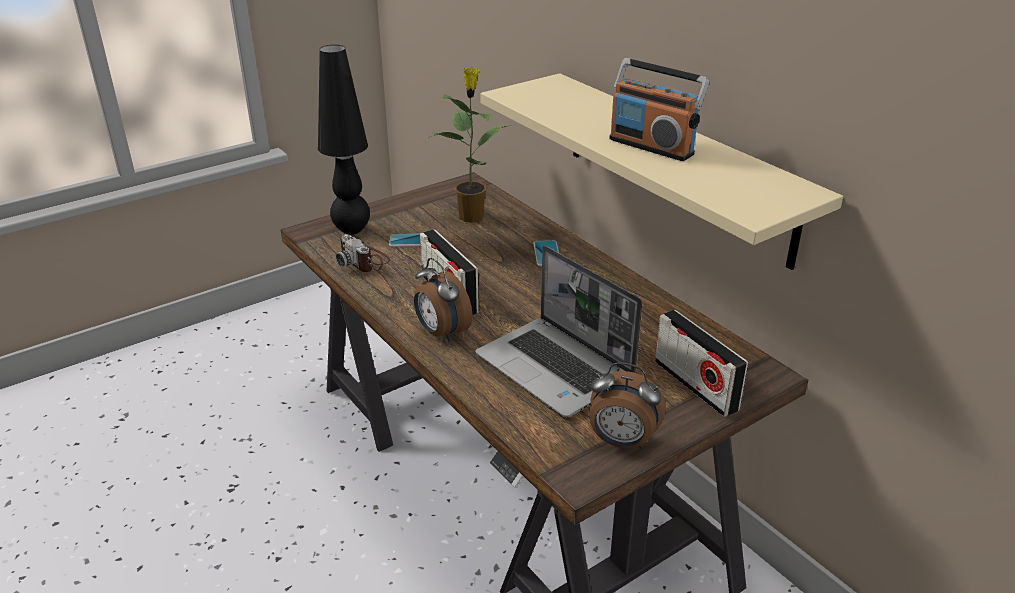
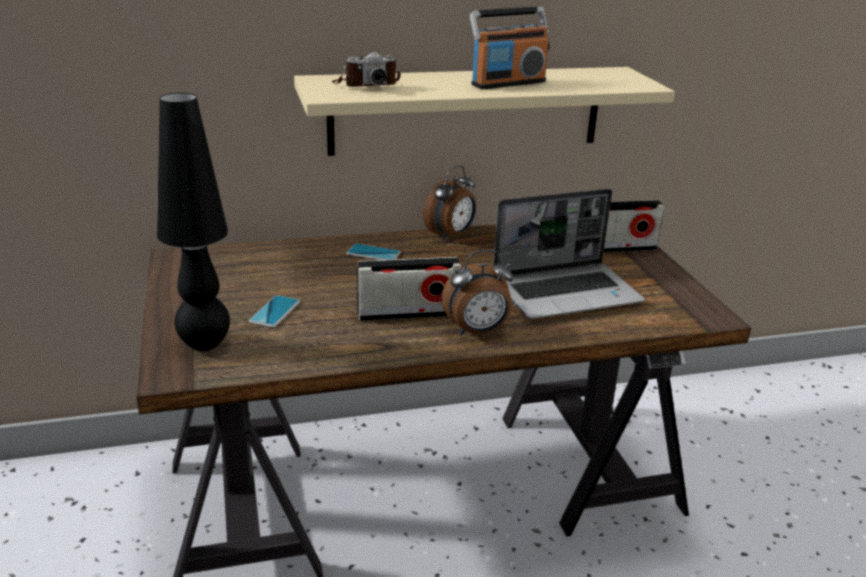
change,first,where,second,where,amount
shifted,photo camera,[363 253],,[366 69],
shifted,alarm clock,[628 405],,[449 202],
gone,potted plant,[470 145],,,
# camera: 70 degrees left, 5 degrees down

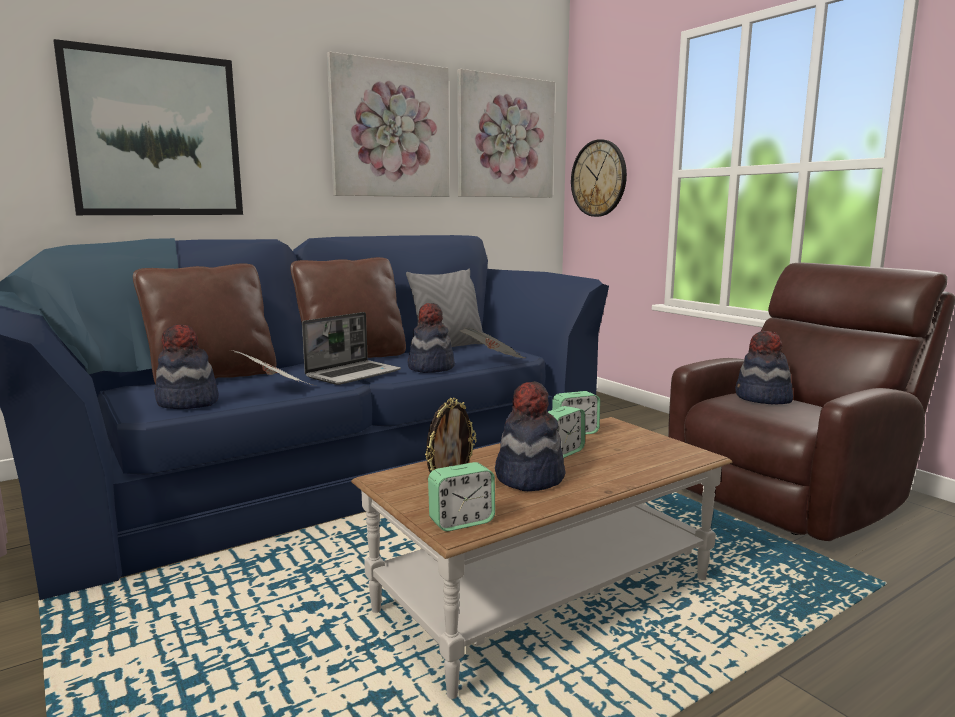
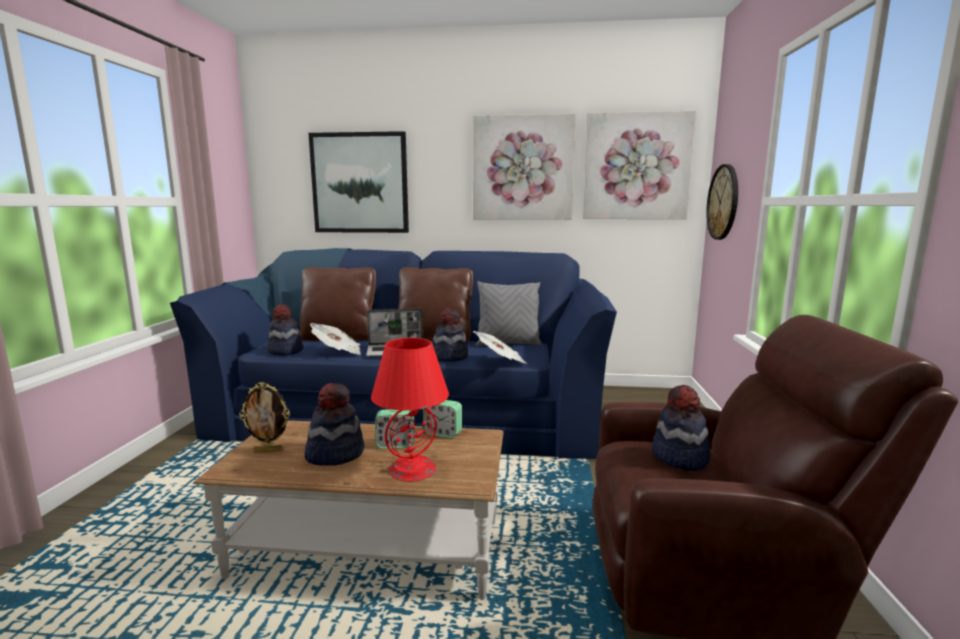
change,first,where,second,where,amount
new,,,red table lamp,[410 410],
gone,alarm clock,[461 496],,,
# camera: 40 degrees right, 0 degrees up

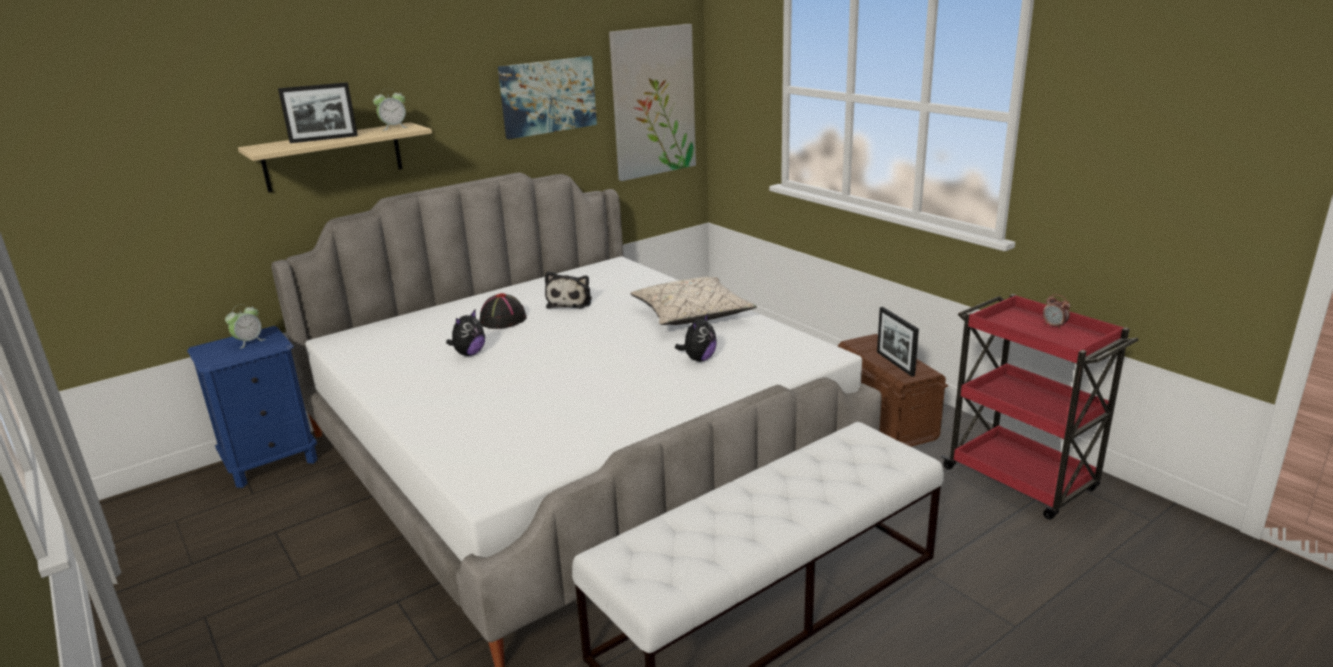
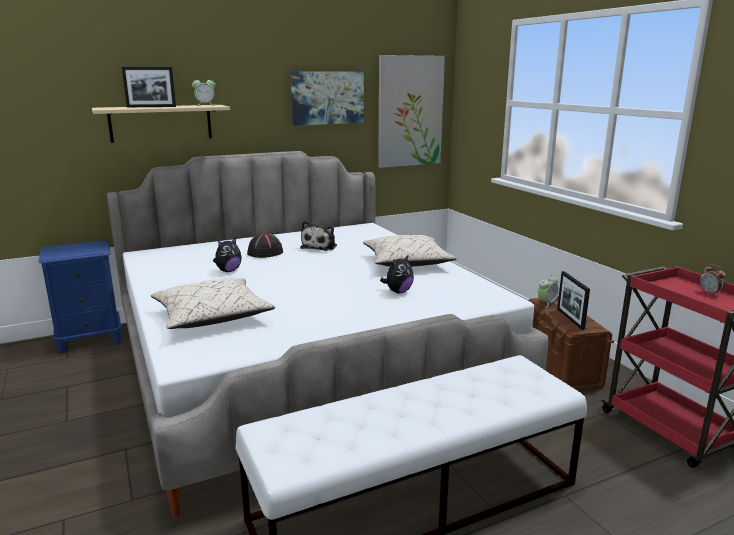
change,first,where,second,where,amount
new,,,beige pillow,[213 303],
shifted,alarm clock,[245 326],,[548 291],
# camera: 10 degrees right, 5 degrees down

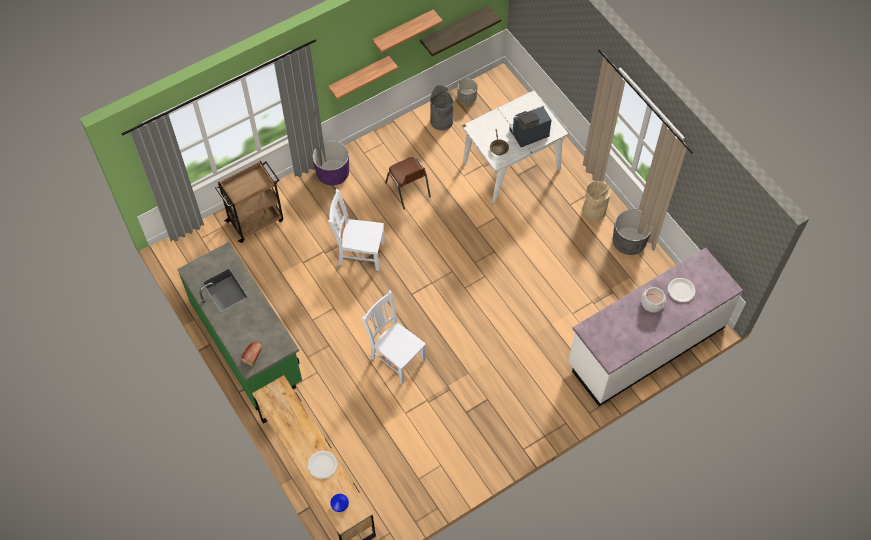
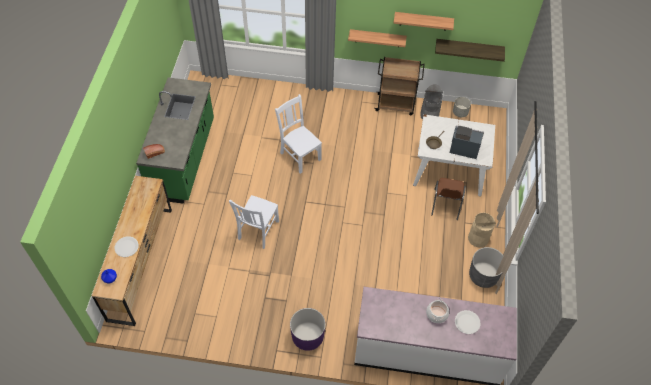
change,first,where,second,where,amount
rotated,white chair,[394 337],,[254 222],150 degrees counterclockwise
shifted,purple planter,[330 163],,[308 329],
shifted,brown cart,[249 202],,[399 86],
shifted,brown chair,[408 183],,[448 199],
# camera: 40 degrees right, 5 degrees down

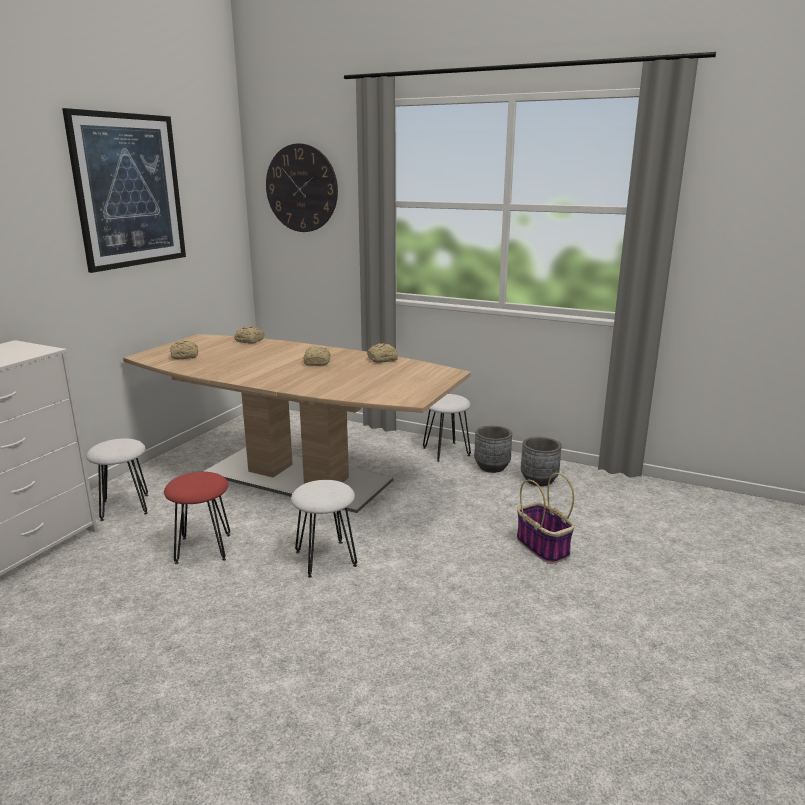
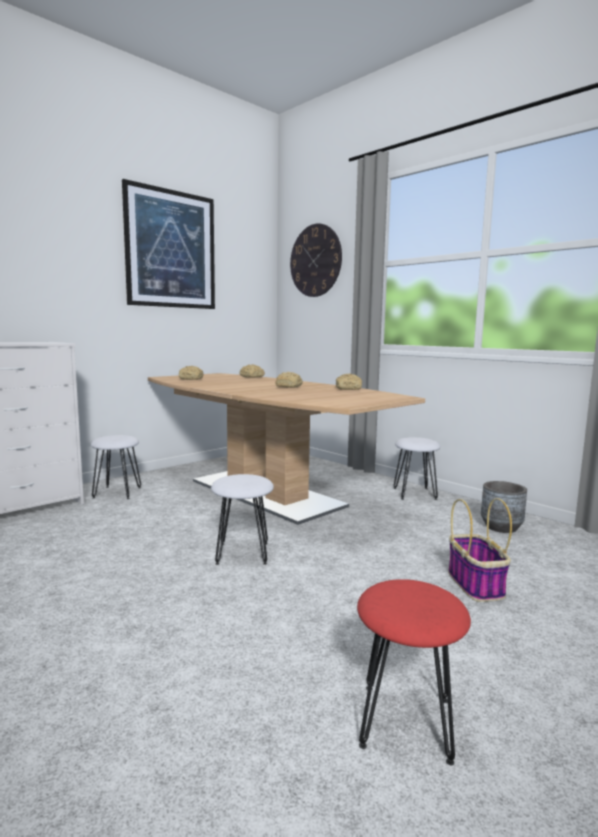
change,first,where,second,where,amount
shifted,red stool,[197 518],,[414 672],
gone,grey planter,[493 449],,,
# camera: 20 degrees right, 10 degrees down

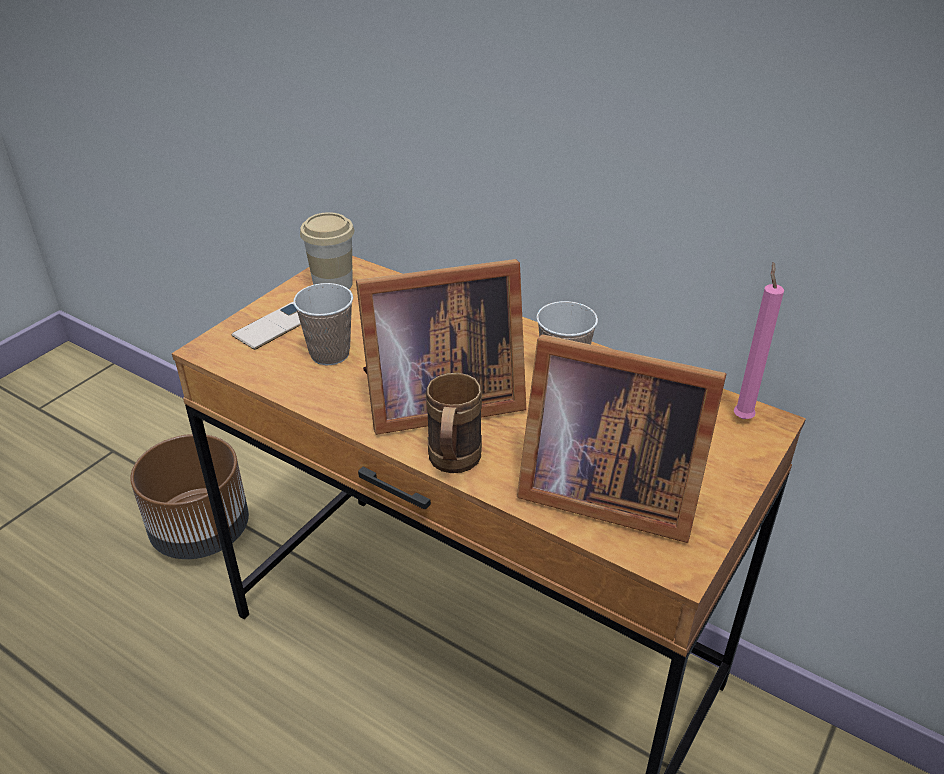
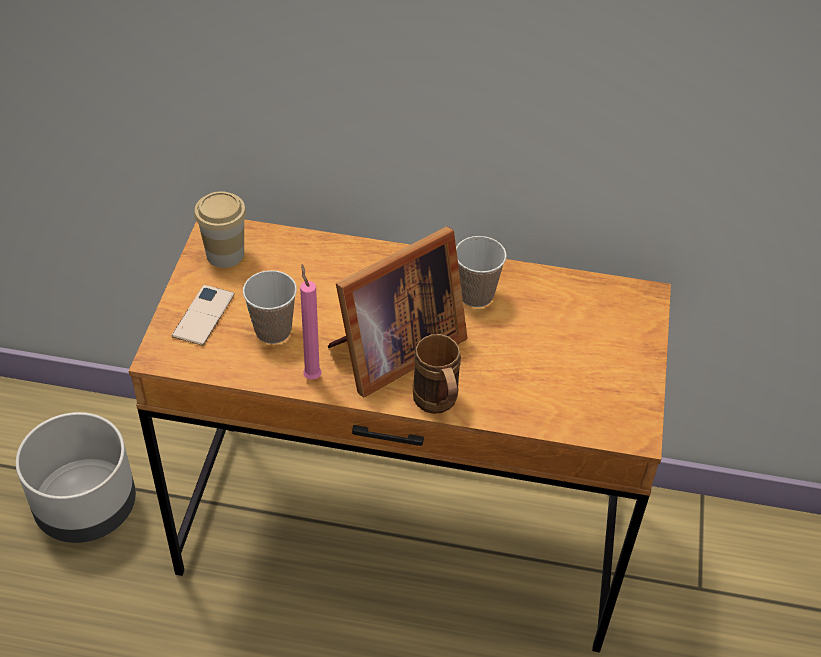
change,first,where,second,where,amount
repainted,brown planter,[189 496],grey planter,[76 477],
shifted,pink candle,[759 340],,[310 321],
gone,picture frame,[621 438],,,
# camera: 25 degrees left, 10 degrees up

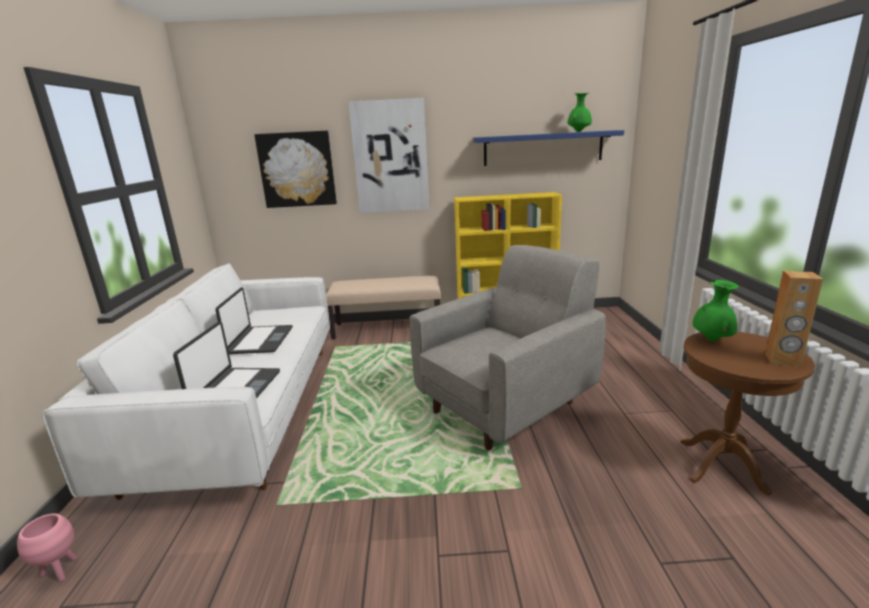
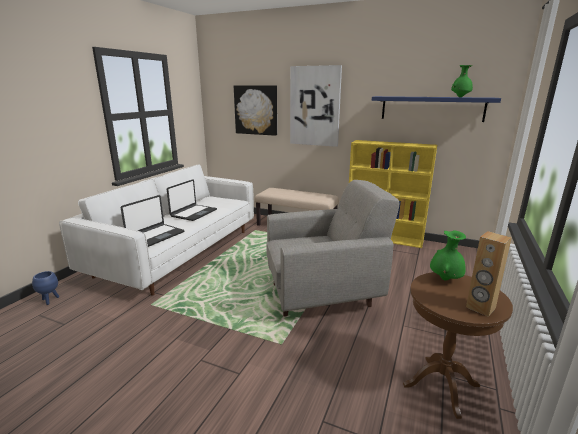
change,first,where,second,where,amount
repainted,pink planter,[46 547],blue planter,[45 288],
# camera: 25 degrees right, 0 degrees up

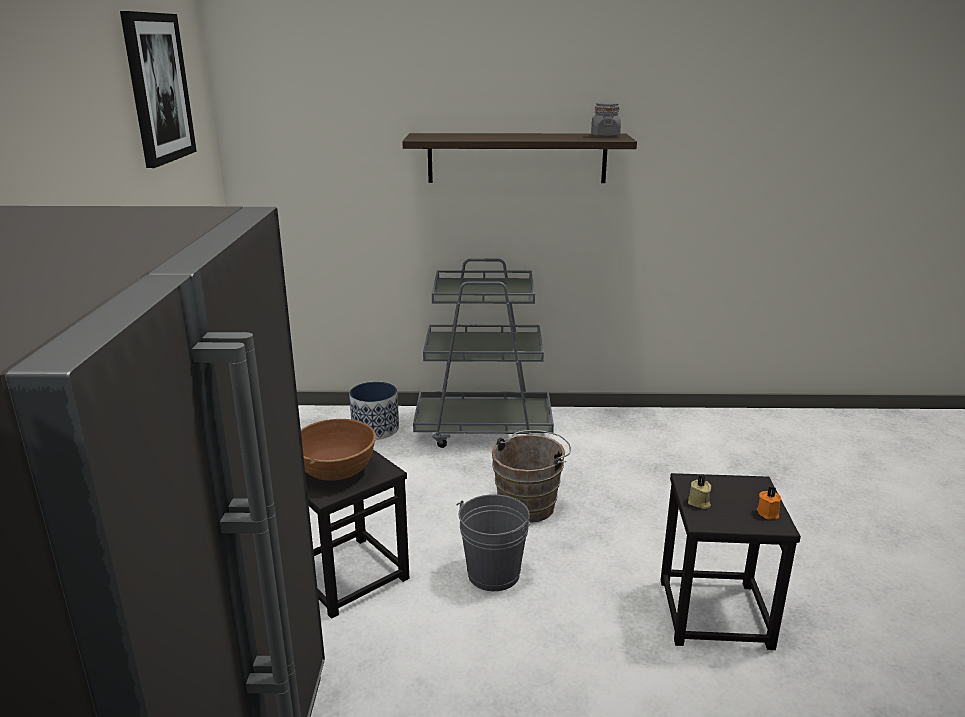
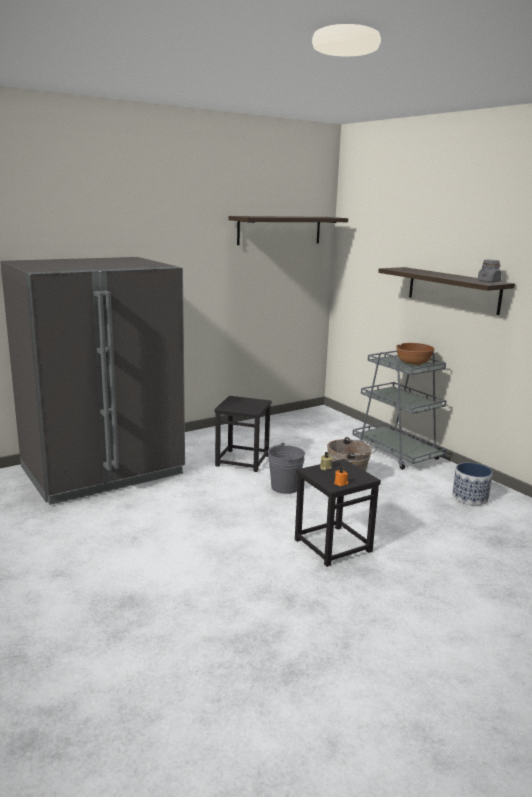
change,first,where,second,where,amount
swapped,picture,[158 89],shelf,[288 230],
shifted,brown bowl,[338 450],,[415 354],
shifted,planter,[374 411],,[472 484],
# camera: 55 degrees right, 5 degrees down

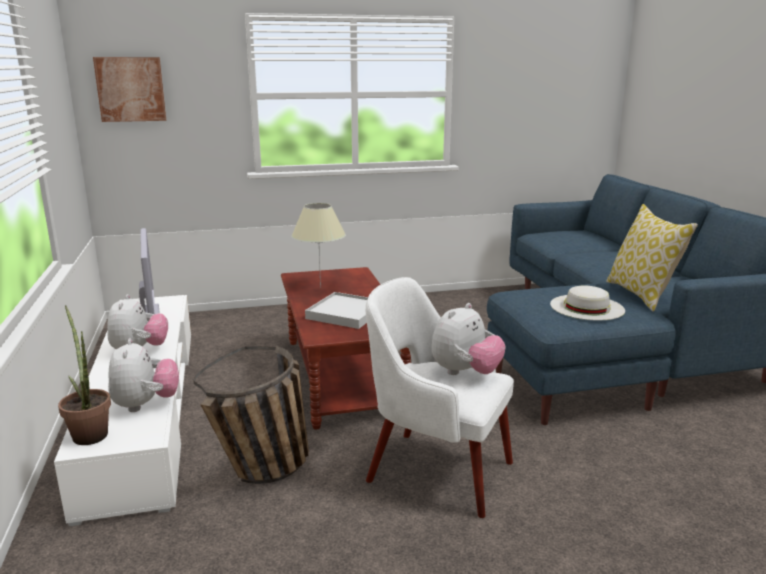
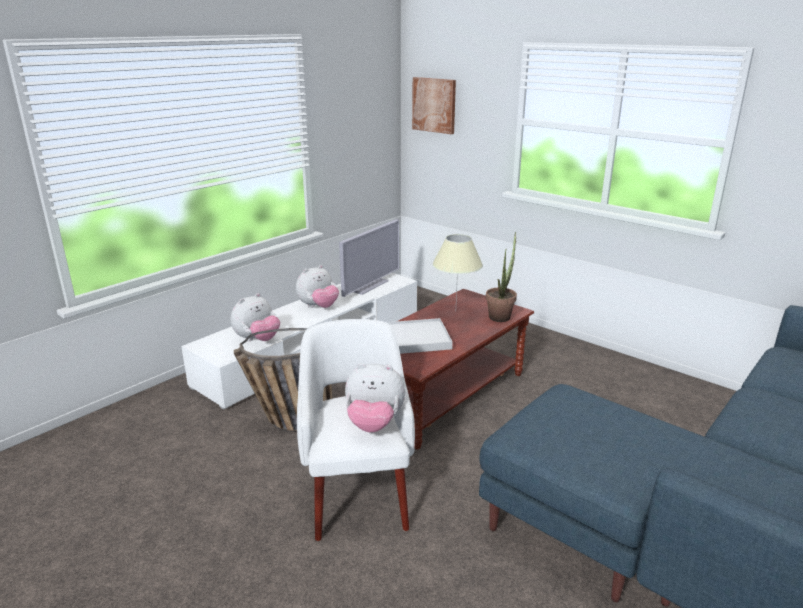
change,first,where,second,where,amount
shifted,potted plant,[84 375],,[501 277],
gone,white hat,[587 303],,,
gone,pillow,[652 258],,,
# camera: 55 degrees right, 5 degrees up

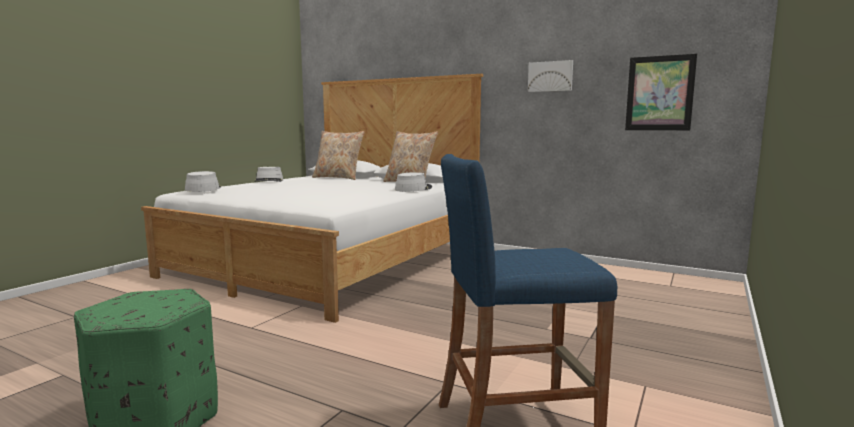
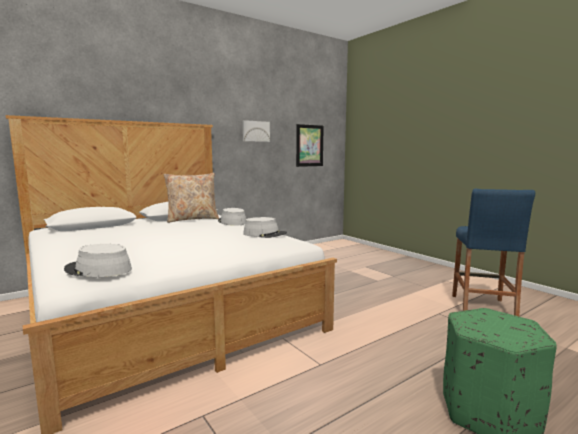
change,first,where,second,where,amount
shifted,grey hat,[268 174],,[265 227],
gone,beige pillow,[338 155],,,
# camera: 65 degrees left, 0 degrees up

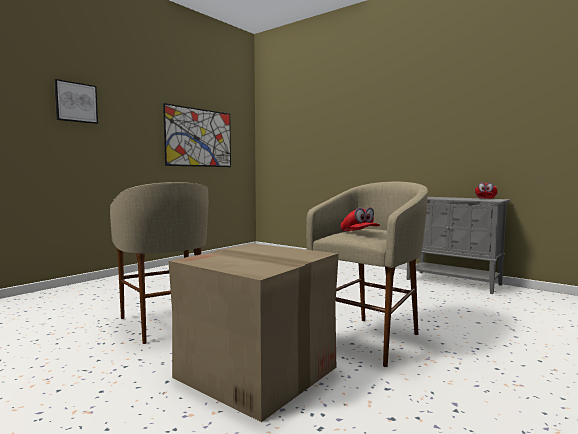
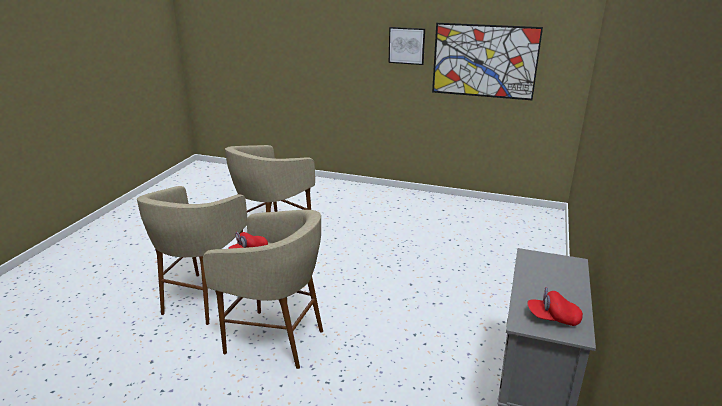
change,first,where,second,where,amount
swapped,cardboard box,[254 332],beige stool,[192 255],
shifted,picture,[76 101],,[407 46],
# camera: 70 degrees right, 20 degrees up

